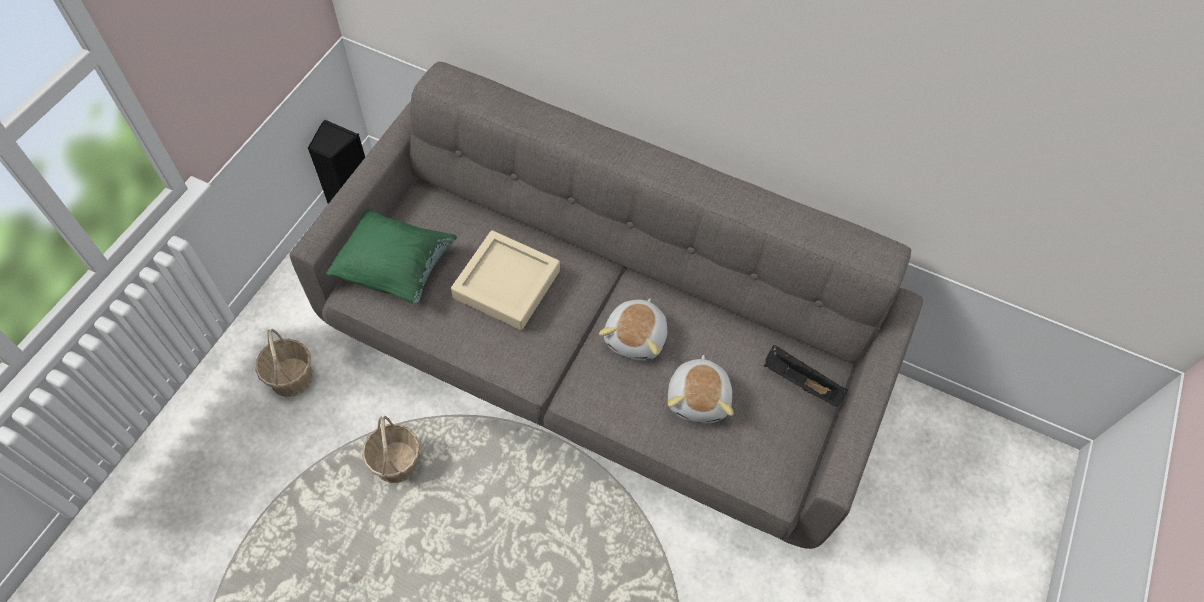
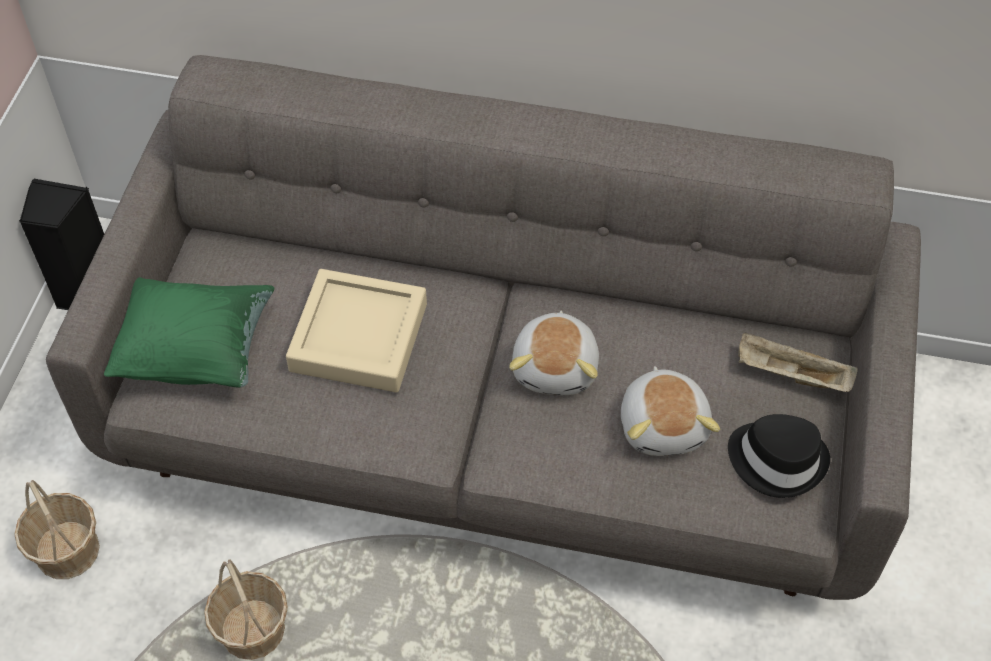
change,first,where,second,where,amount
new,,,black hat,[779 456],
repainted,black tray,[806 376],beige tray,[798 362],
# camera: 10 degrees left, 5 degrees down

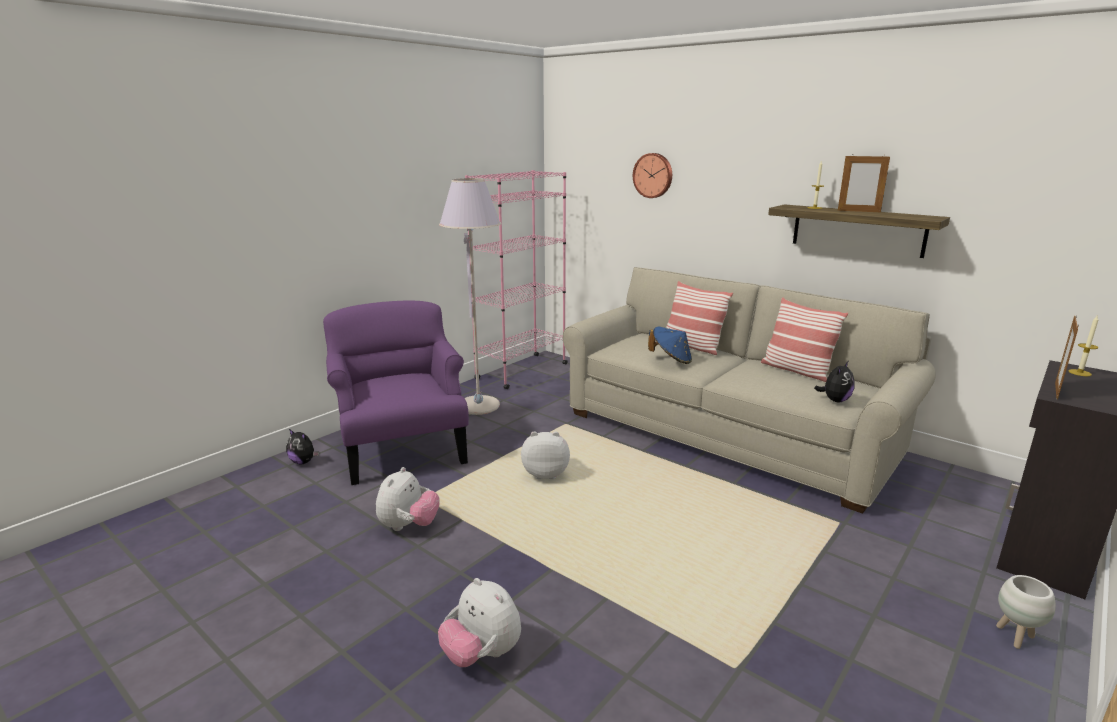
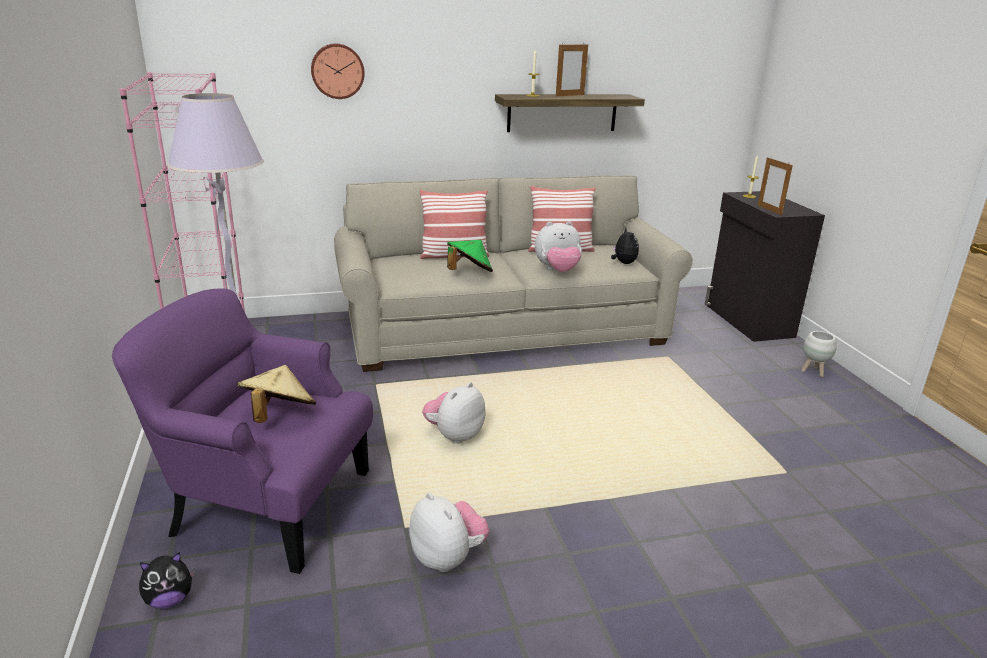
change,first,where,second,where,amount
new,,,beige hat,[276 394],
repainted,blue hat,[670 345],green hat,[470 256],
shifted,plush toy,[479 622],,[558 246],
# camera: 55 degrees left, 5 degrees up

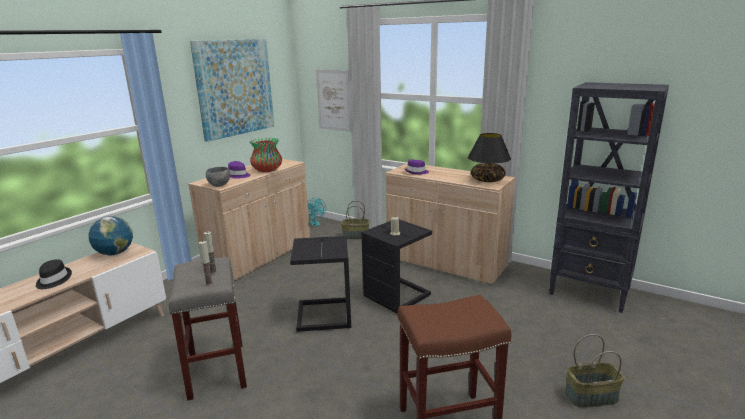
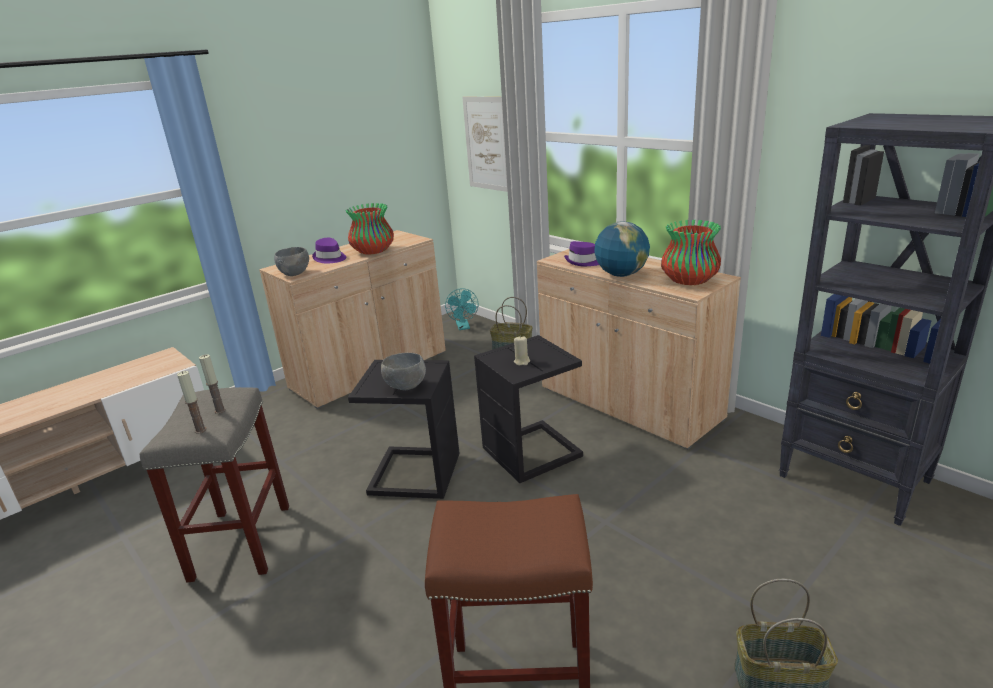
change,first,where,second,where,amount
new,,,grey bowl,[403 371],
shifted,globe,[110 235],,[622 249],
swapped,black table lamp,[489 157],vase,[691 252],
gone,black hat,[54 274],,,
gone,picture,[232 90],,,
# camera: 15 degrees right, 5 degrees up

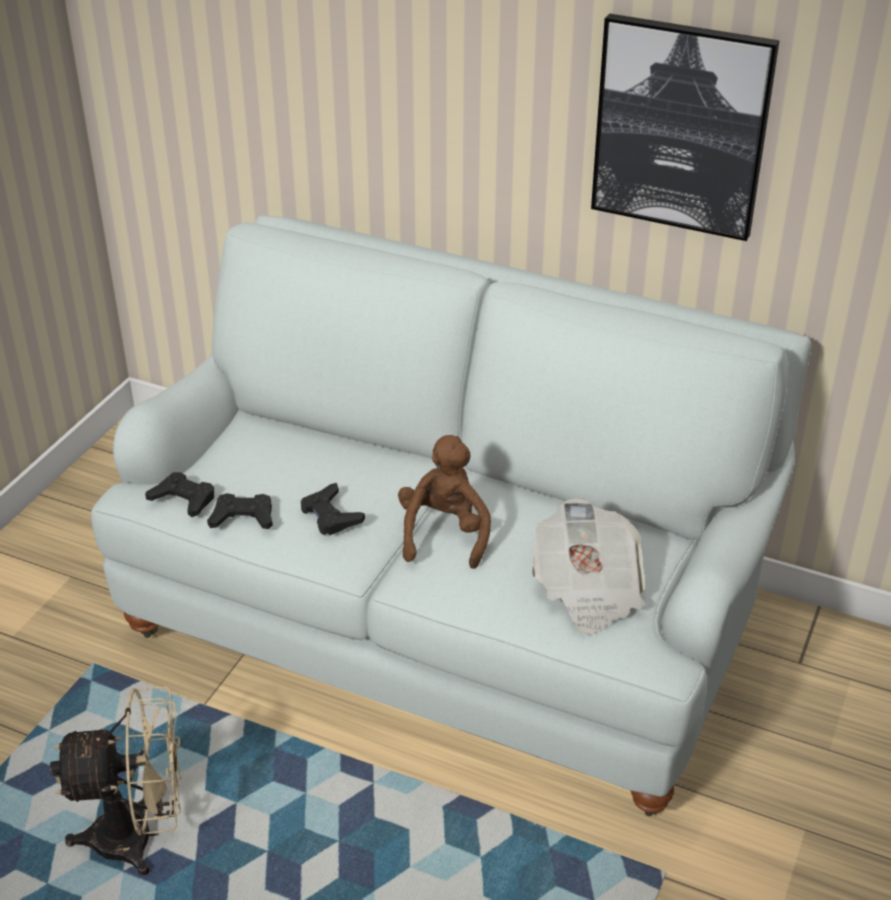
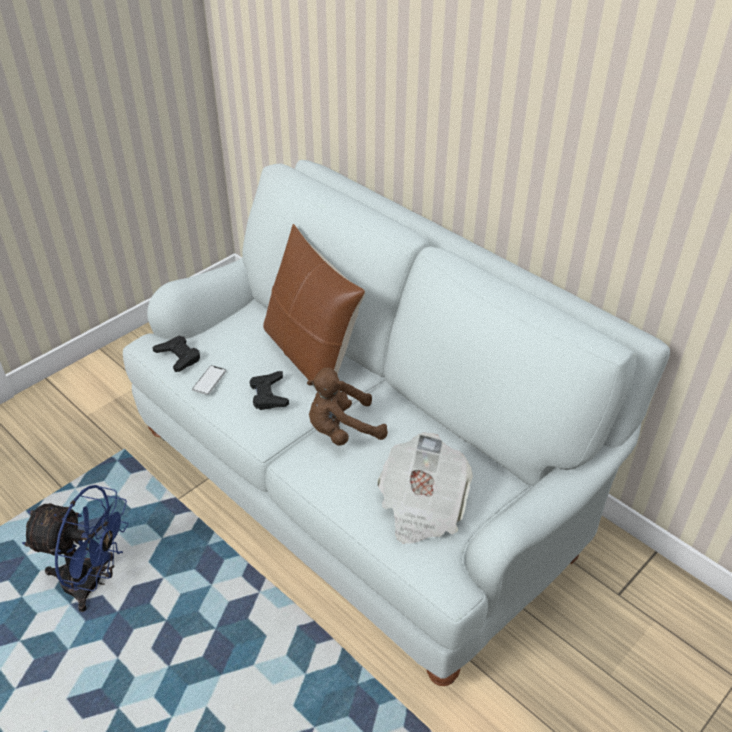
change,first,where,second,where,amount
repainted,beige fan,[116 781],blue fan,[75 548],
swapped,black game controller,[240 511],phone,[209 380],
new,,,brown pillow,[314 302],
rotated,brown plush toy,[444 502],,[347 406],135 degrees counterclockwise
gone,picture,[685 127],,,
# camera: 20 degrees right, 5 degrees up

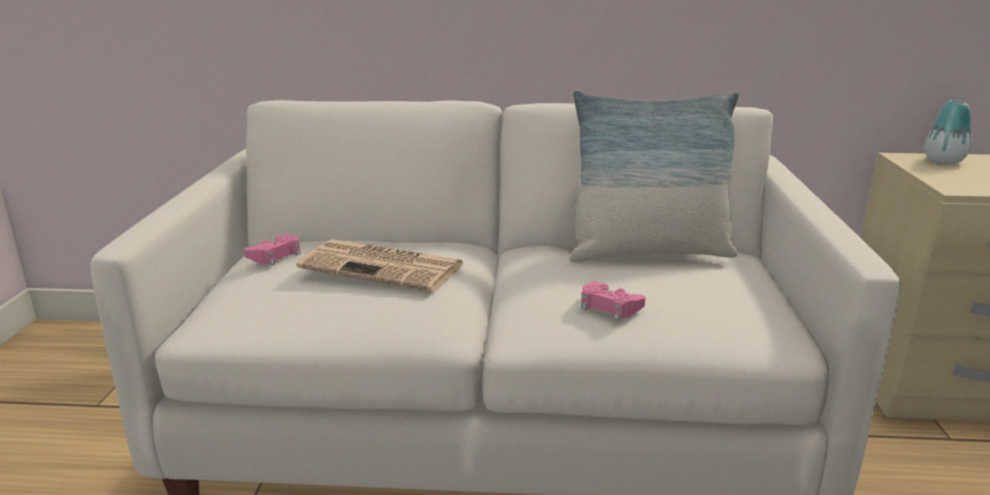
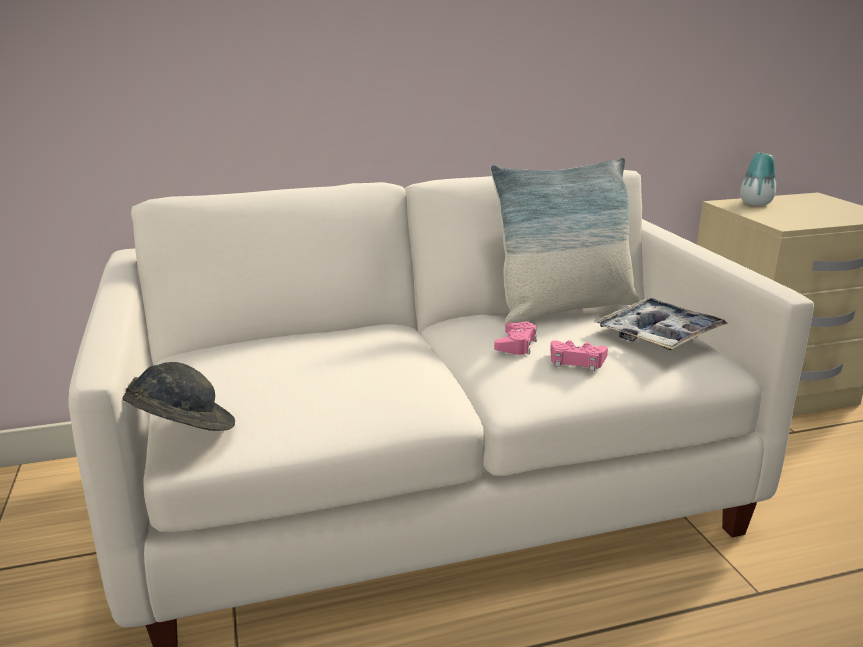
change,first,where,second,where,amount
new,,,grey hat,[179 396],
shifted,pink game controller,[272 250],,[515 338],
new,,,tray,[661 324],
gone,newspaper,[380 265],,,
# camera: 20 degrees left, 0 degrees up

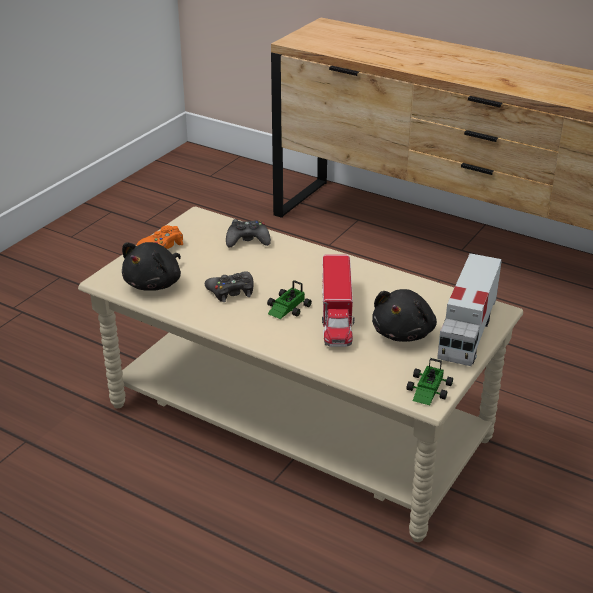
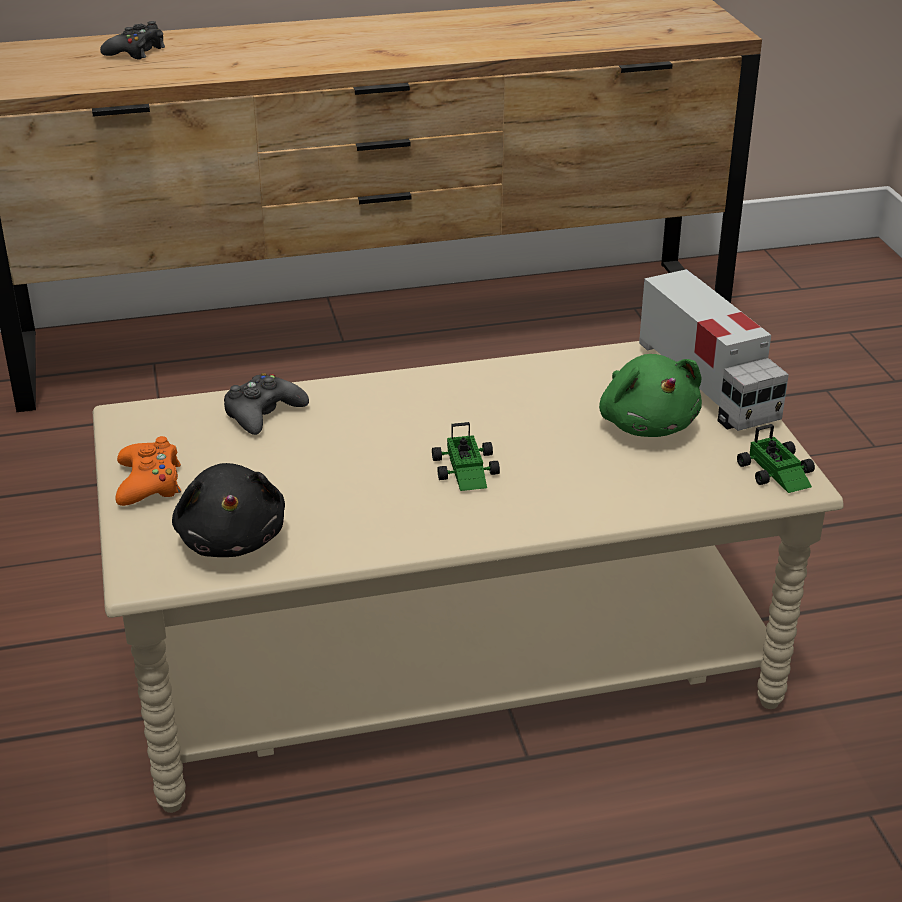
change,first,where,second,where,amount
shifted,black game controller,[229 286],,[132 40],
repainted,black plush toy,[404 315],green plush toy,[650 395],
gone,toy truck,[338 301],,,
# camera: 45 degrees left, 0 degrees up

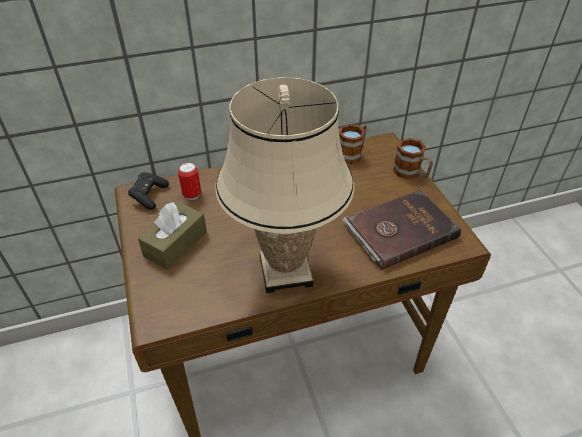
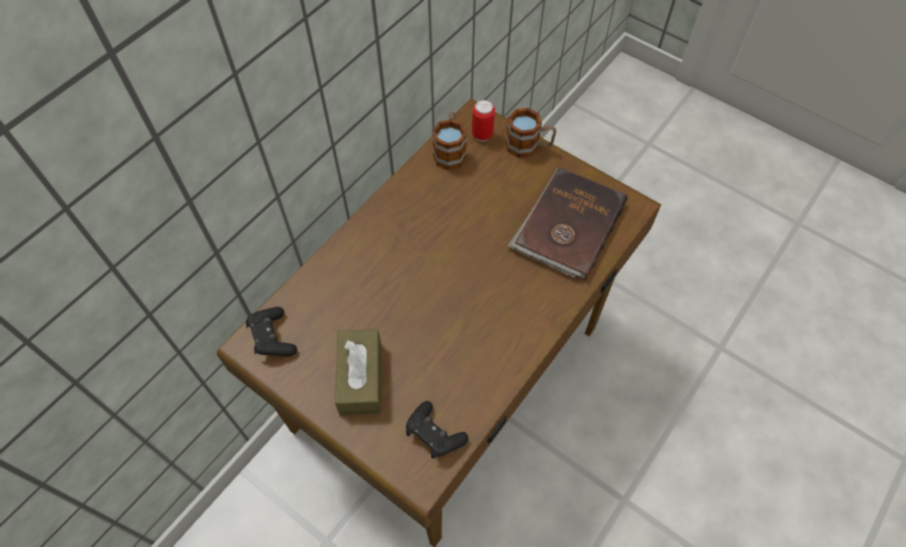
change,first,where,second,where,amount
new,,,black game controller,[437 430],
shifted,can,[189 181],,[483 120],
gone,beige table lamp,[284 185],,,
# camera: 35 degrees left, 15 degrees up

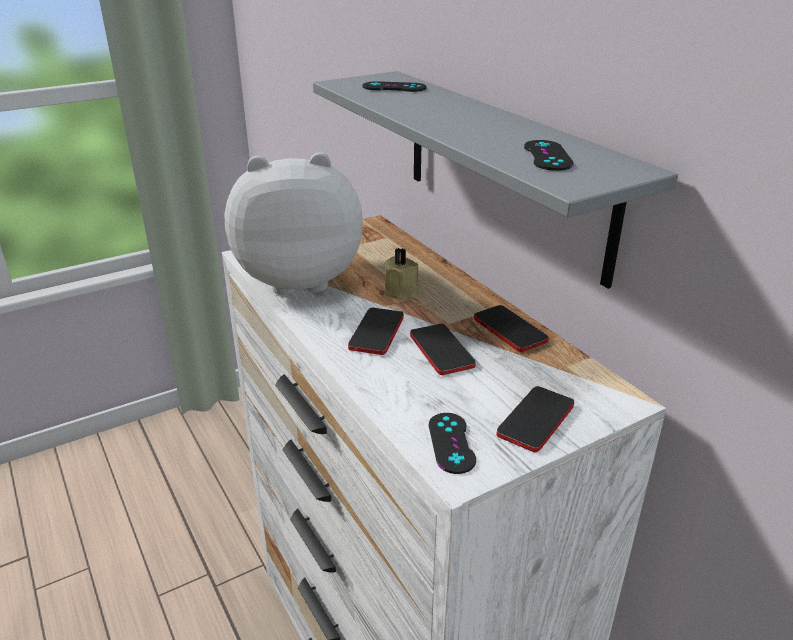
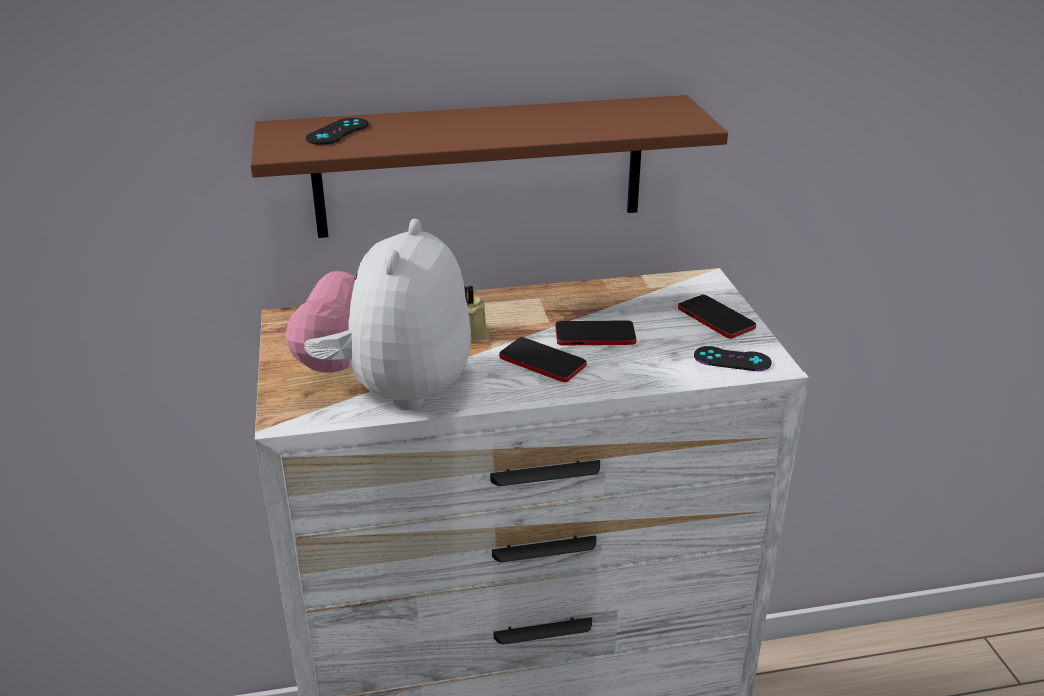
change,first,where,second,where,amount
repainted,grey shelf,[495 180],brown shelf,[489 166],
gone,phone,[511 328],,,
gone,black game controller,[549 155],,,
# camera: 70 degrees left, 0 degrees up

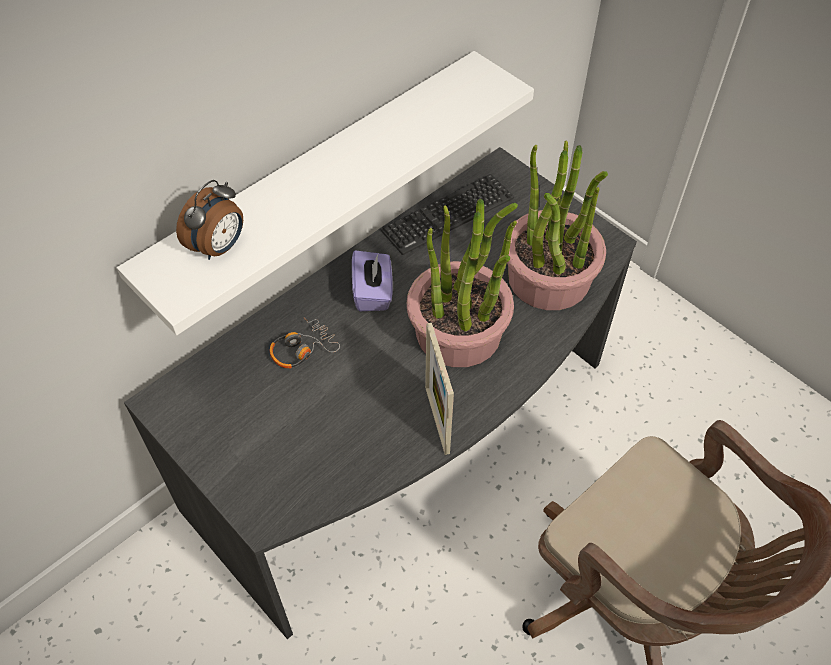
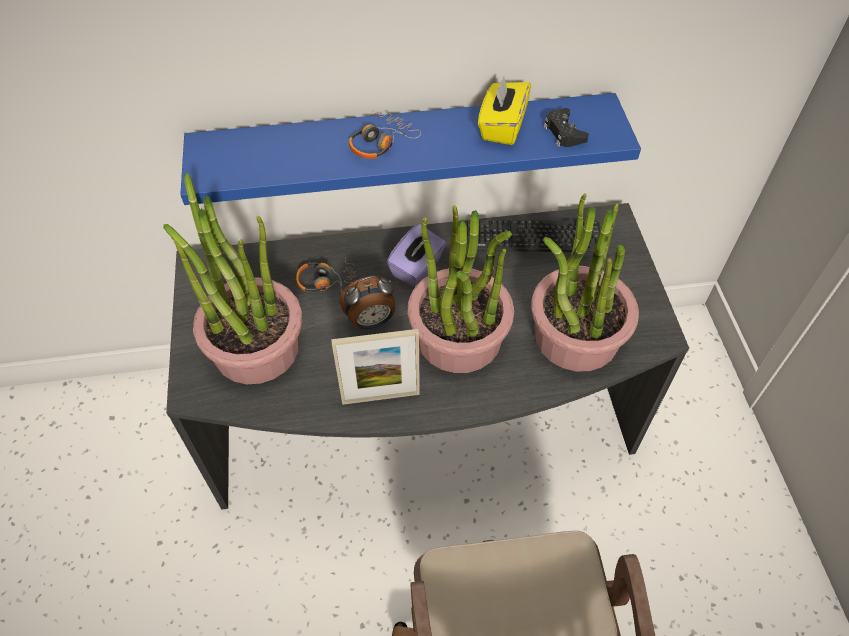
change,first,where,second,where,amount
new,,,potted plant,[232 278],
repainted,white shelf,[325 193],blue shelf,[410 149],
rotated,picture frame,[439 389],,[375 367],120 degrees counterclockwise
shifted,alarm clock,[209 220],,[367 302],
new,,,headphones,[385 136],
new,,,yellow tissue box,[504 110],
new,,,black game controller,[566 127],
# camera: 35 degrees right, 0 degrees up

